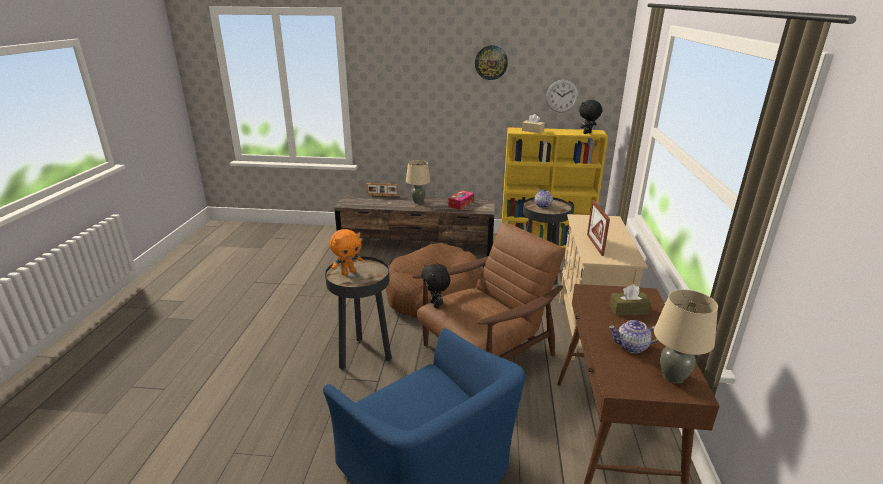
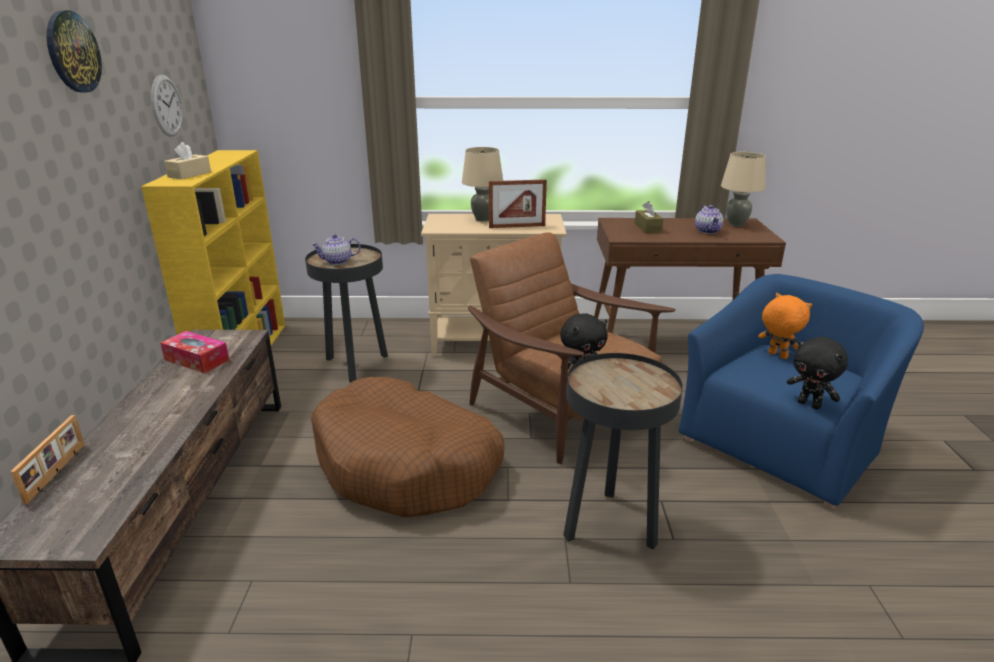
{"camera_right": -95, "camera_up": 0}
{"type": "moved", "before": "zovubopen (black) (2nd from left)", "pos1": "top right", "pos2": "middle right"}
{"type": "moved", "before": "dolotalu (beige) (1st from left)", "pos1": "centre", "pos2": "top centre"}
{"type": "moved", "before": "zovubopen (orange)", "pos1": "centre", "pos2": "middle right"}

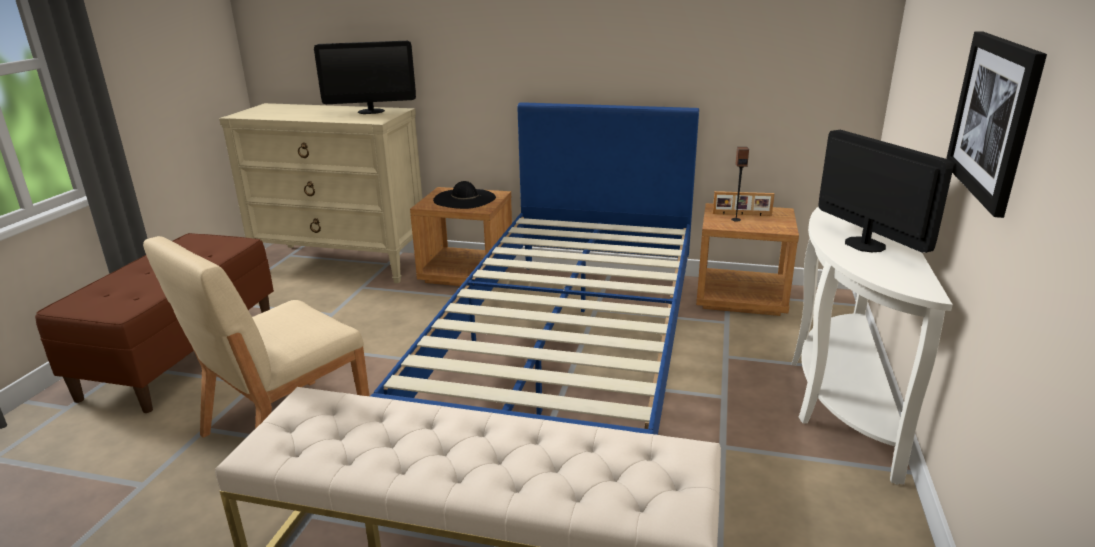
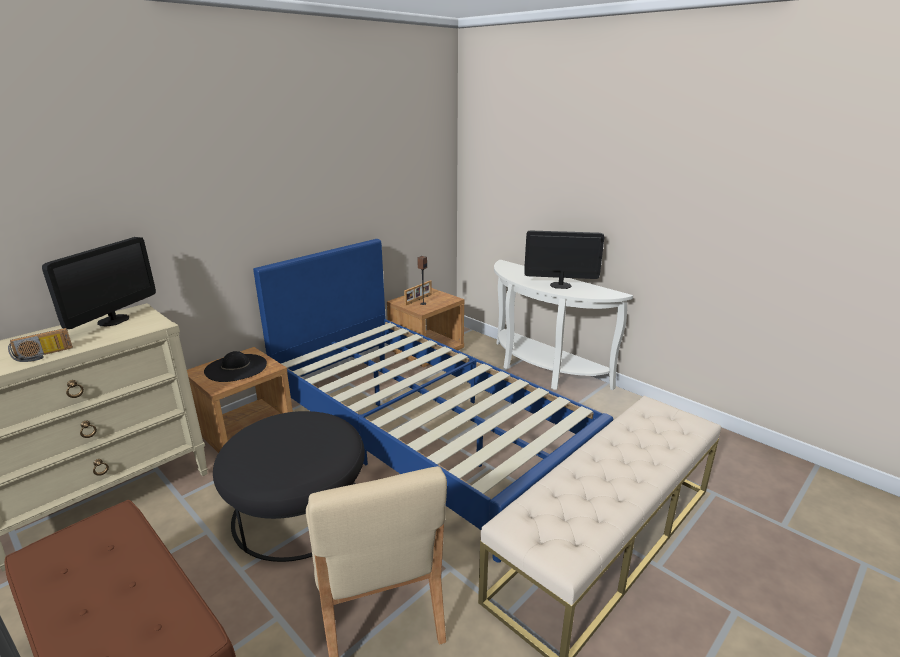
{"camera_right": -60, "camera_up": 0}
{"type": "removed", "before": "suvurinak", "pos1": "top right"}
{"type": "added", "after": "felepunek", "pos2": "middle left"}
{"type": "added", "after": "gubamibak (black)", "pos2": "bottom left"}

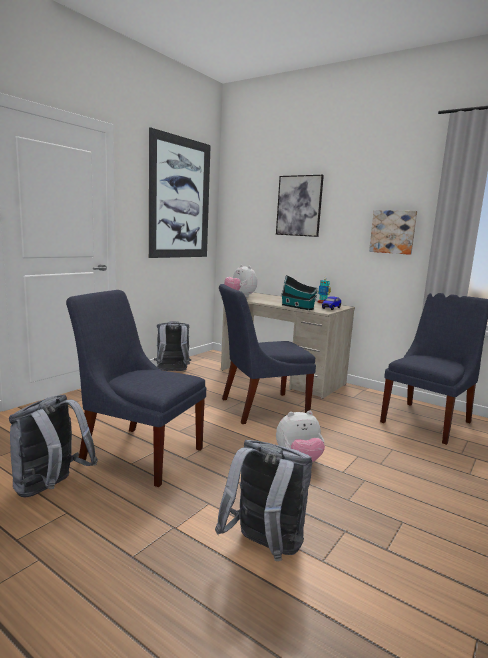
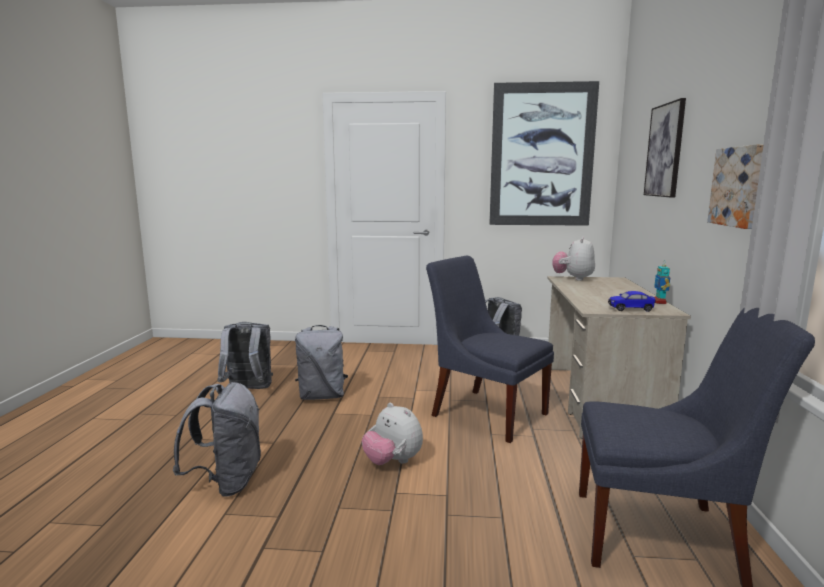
{"camera_right": 60, "camera_up": 0}
{"type": "removed", "before": "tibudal", "pos1": "centre"}
{"type": "replaced", "before": "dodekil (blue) (1st from left)", "after": "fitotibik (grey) (3rd from left)", "pos1": "middle left", "pos2": "centre"}

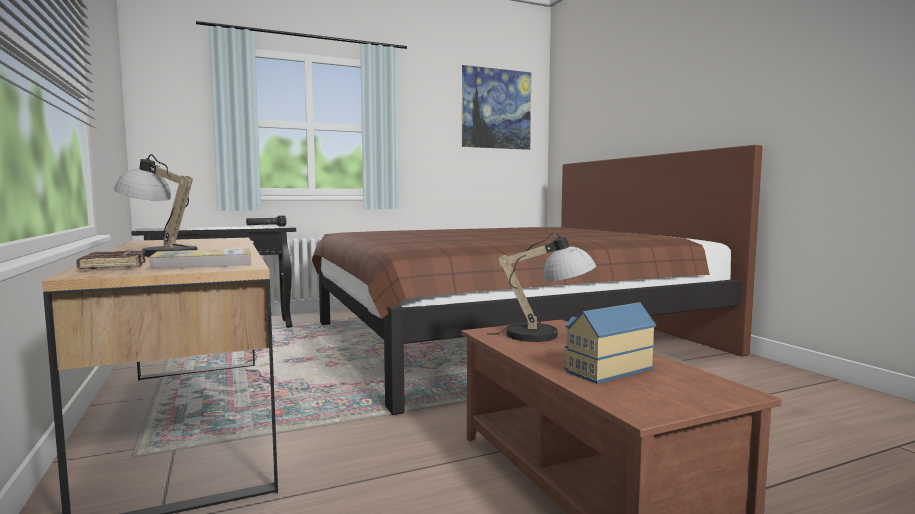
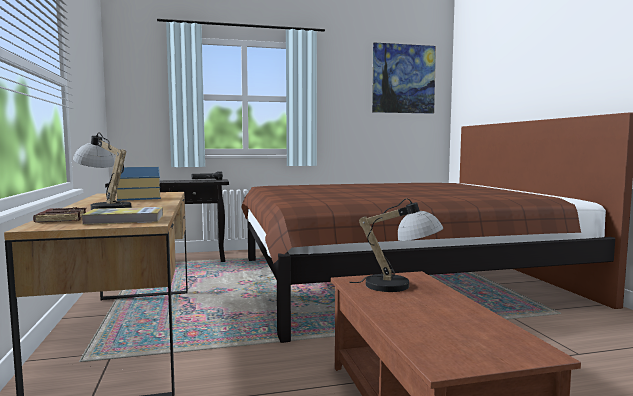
{"camera_right": 10, "camera_up": 0}
{"type": "moved", "before": "tibudal", "pos1": "bottom right", "pos2": "middle left"}

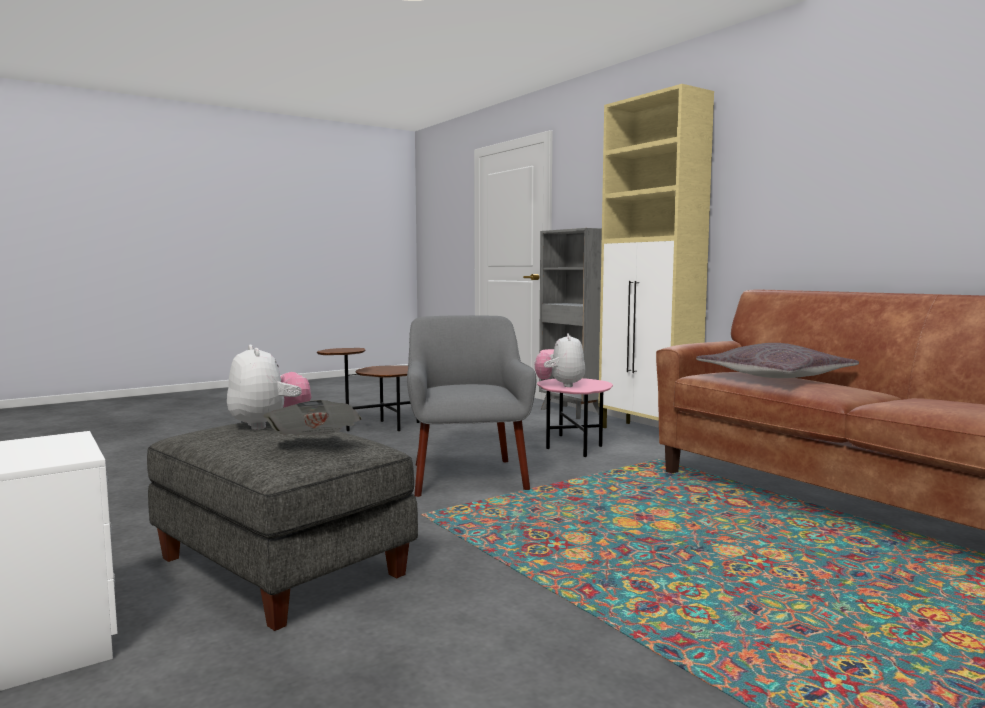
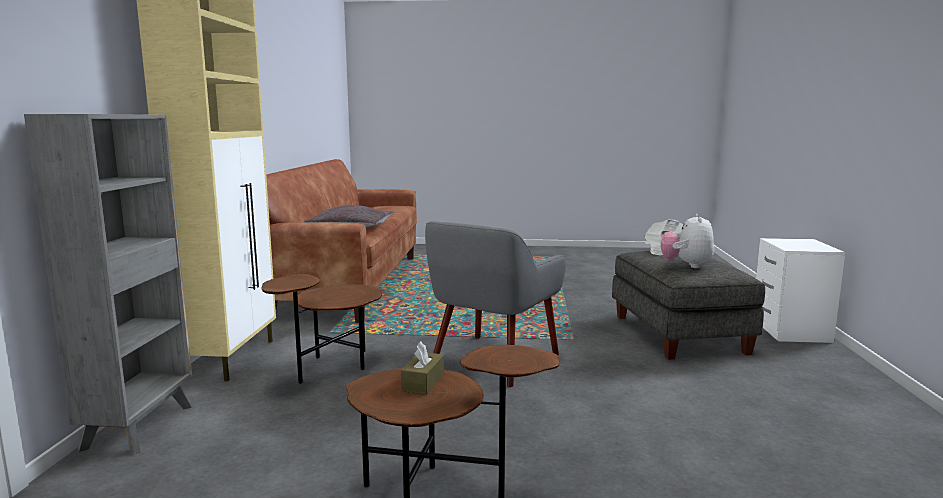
{"camera_right": -140, "camera_up": 5}
{"type": "removed", "before": "zovubopen (2nd from left)", "pos1": "centre"}
{"type": "recoloured", "before": "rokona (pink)", "after": "rokona (brown) (1st from left)", "pos1": "centre", "pos2": "centre"}
{"type": "added", "after": "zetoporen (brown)", "pos2": "bottom centre"}

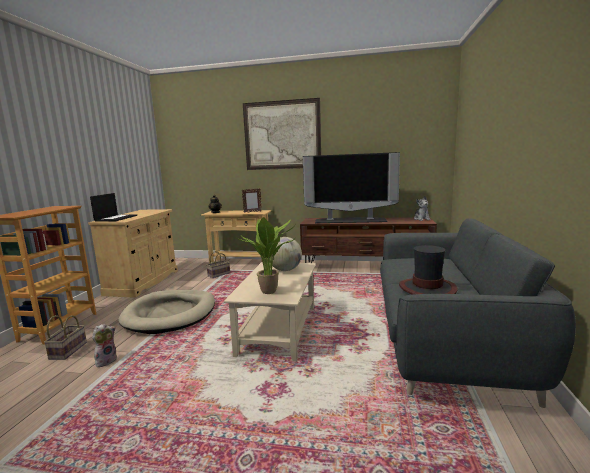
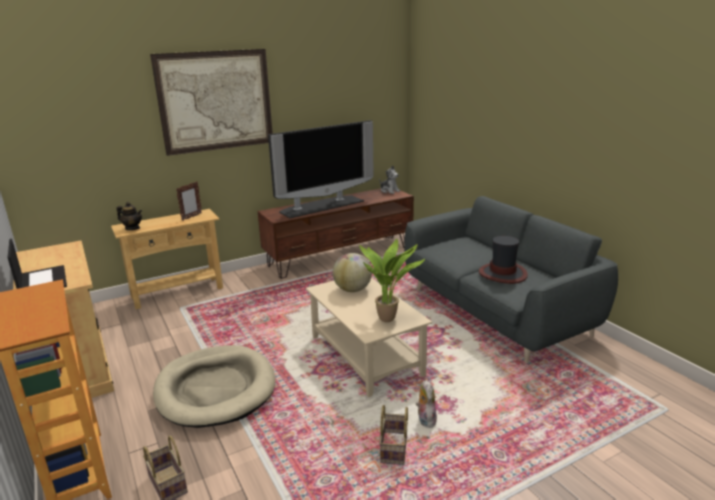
{"camera_right": -40, "camera_up": 10}
{"type": "moved", "before": "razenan (2nd from left)", "pos1": "centre", "pos2": "bottom centre"}
{"type": "moved", "before": "zovubopen (1st from left in the first image)", "after": "zovubopen (2nd from left)", "pos1": "bottom left", "pos2": "bottom centre"}

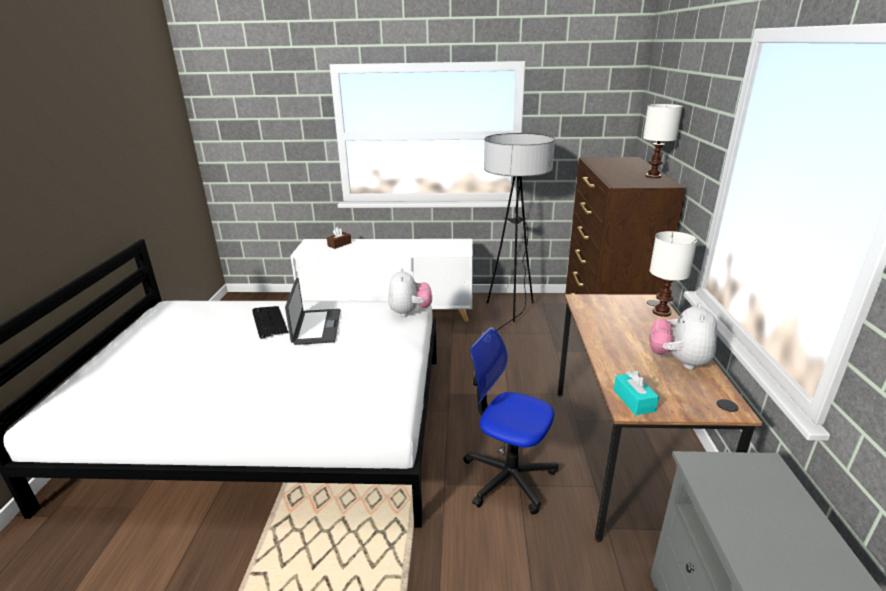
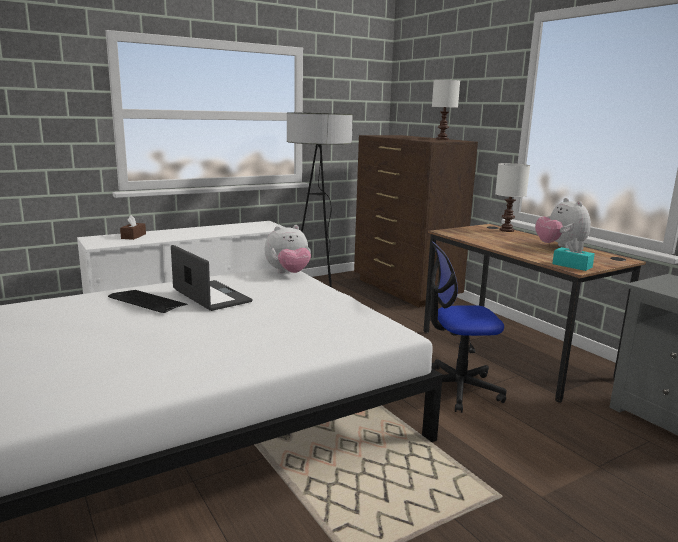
{"camera_right": -35, "camera_up": -10}
{"type": "turned", "before": "zovubopen (1st from left)", "pos1": "centre", "pos2": "centre", "turn": 105}

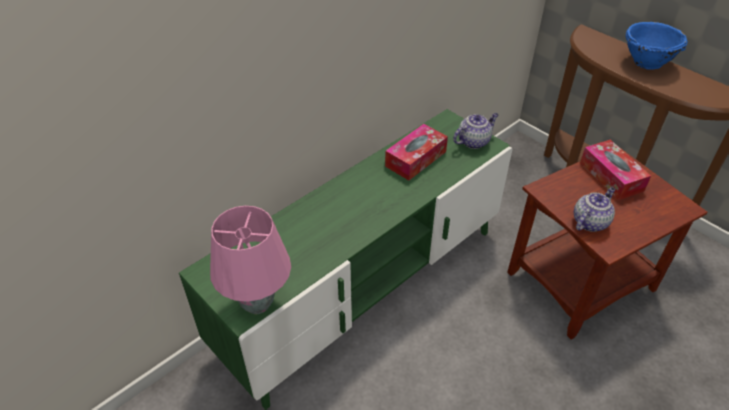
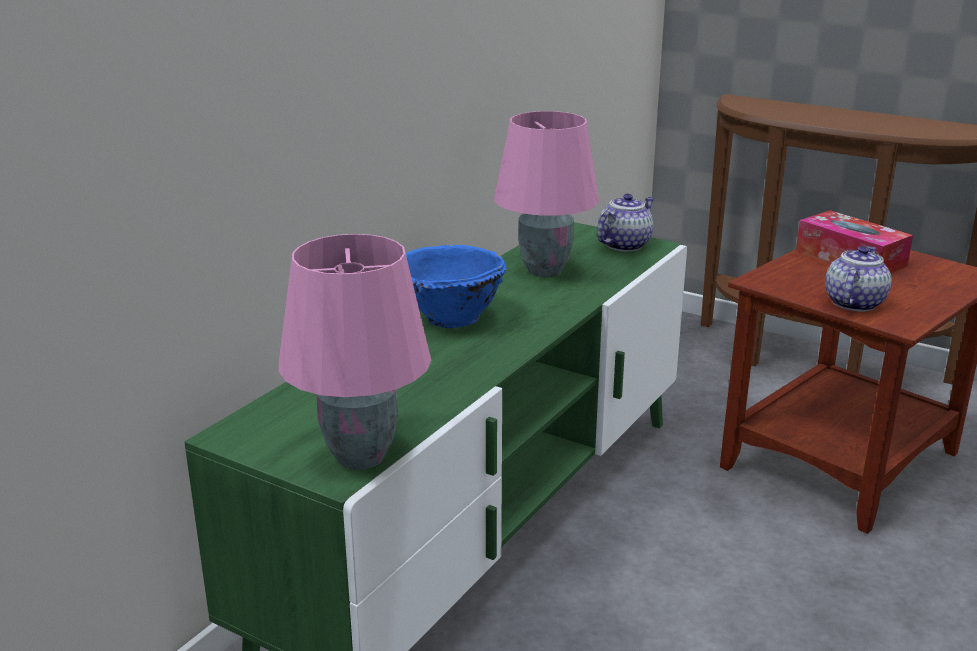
{"camera_right": -15, "camera_up": -20}
{"type": "moved", "before": "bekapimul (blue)", "pos1": "top right", "pos2": "centre"}
{"type": "replaced", "before": "zetoporen (1st from left)", "after": "dolotalu (pink) (2nd from left)", "pos1": "centre", "pos2": "top centre"}

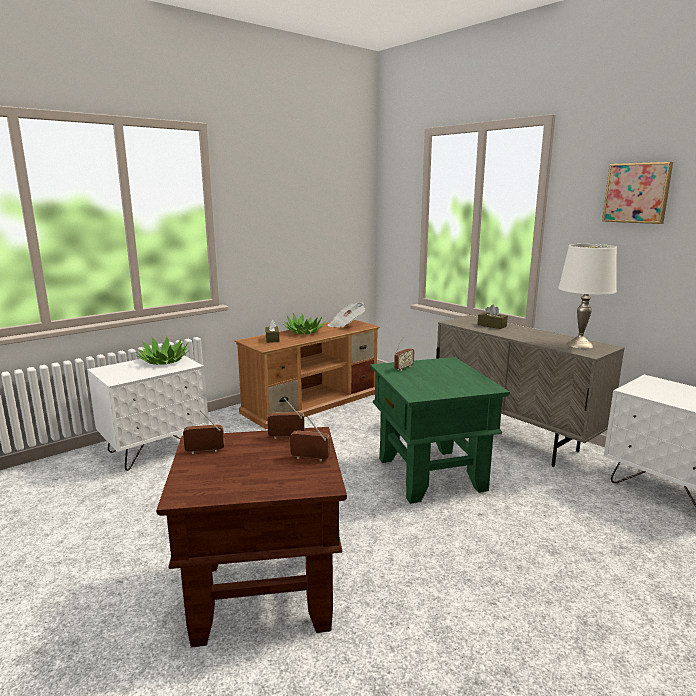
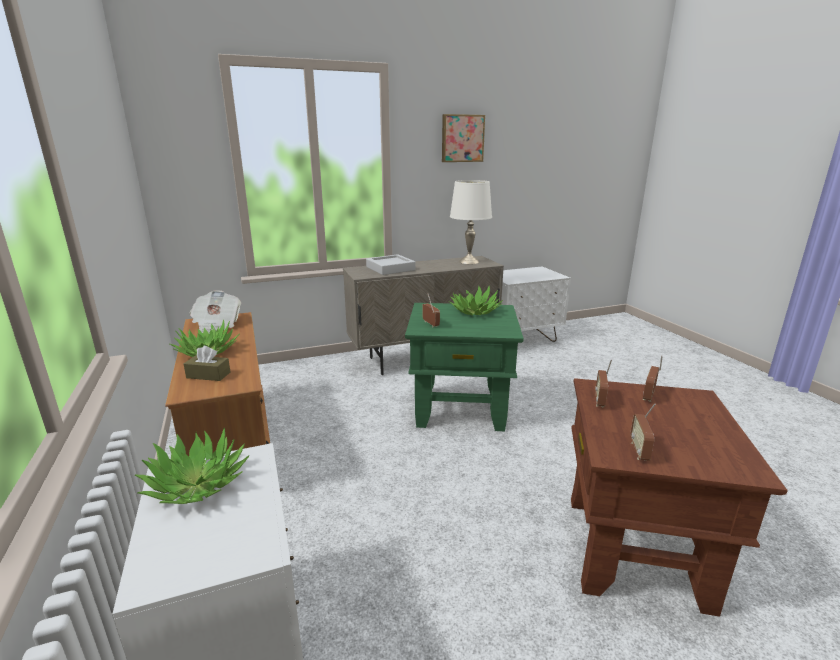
{"camera_right": -70, "camera_up": 5}
{"type": "replaced", "before": "zetoporen (brown) (2nd from left)", "after": "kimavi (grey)", "pos1": "middle right", "pos2": "centre"}
{"type": "added", "after": "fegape (3rd from left)", "pos2": "centre"}

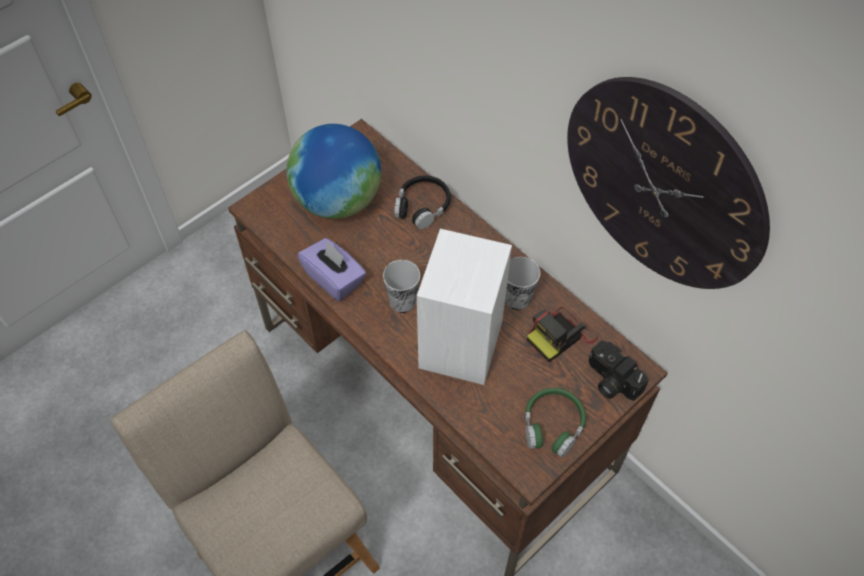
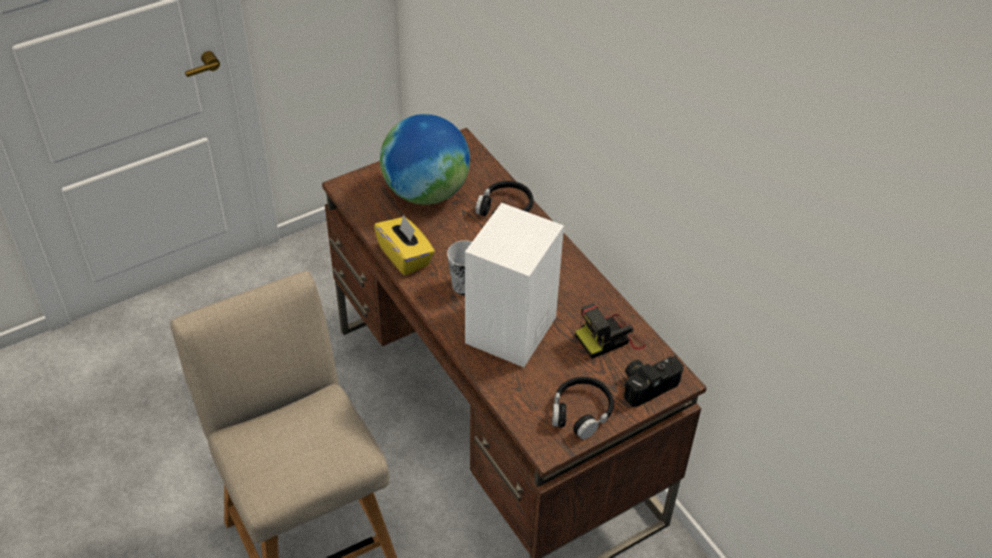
{"camera_right": 10, "camera_up": -10}
{"type": "removed", "before": "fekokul", "pos1": "top right"}
{"type": "recoloured", "before": "zetoporen (purple)", "after": "zetoporen (yellow)", "pos1": "centre", "pos2": "centre"}
{"type": "removed", "before": "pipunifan (2nd from left)", "pos1": "centre"}
{"type": "turned", "before": "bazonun (2nd from left)", "pos1": "middle right", "pos2": "bottom centre", "turn": 90}
{"type": "recoloured", "before": "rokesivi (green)", "after": "rokesivi (black) (2nd from left)", "pos1": "bottom centre", "pos2": "bottom centre"}

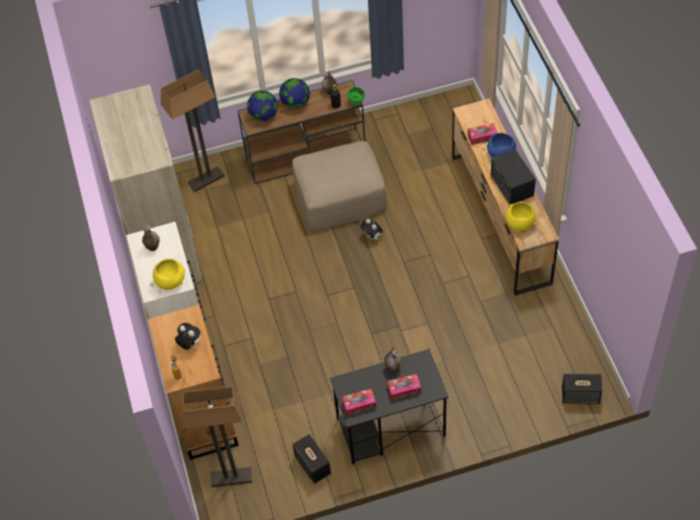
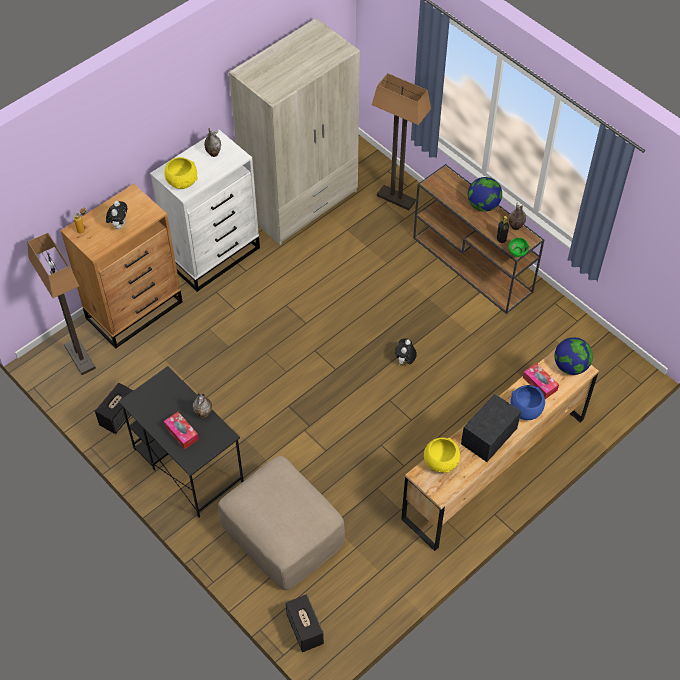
{"camera_right": 60, "camera_up": 0}
{"type": "moved", "before": "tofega (1st from left in the first image)", "after": "tofega (2nd from left)", "pos1": "top centre", "pos2": "middle right"}
{"type": "moved", "before": "gubamibak (beige)", "pos1": "centre", "pos2": "bottom centre"}
{"type": "removed", "before": "zetoporen (1st from left)", "pos1": "bottom centre"}

